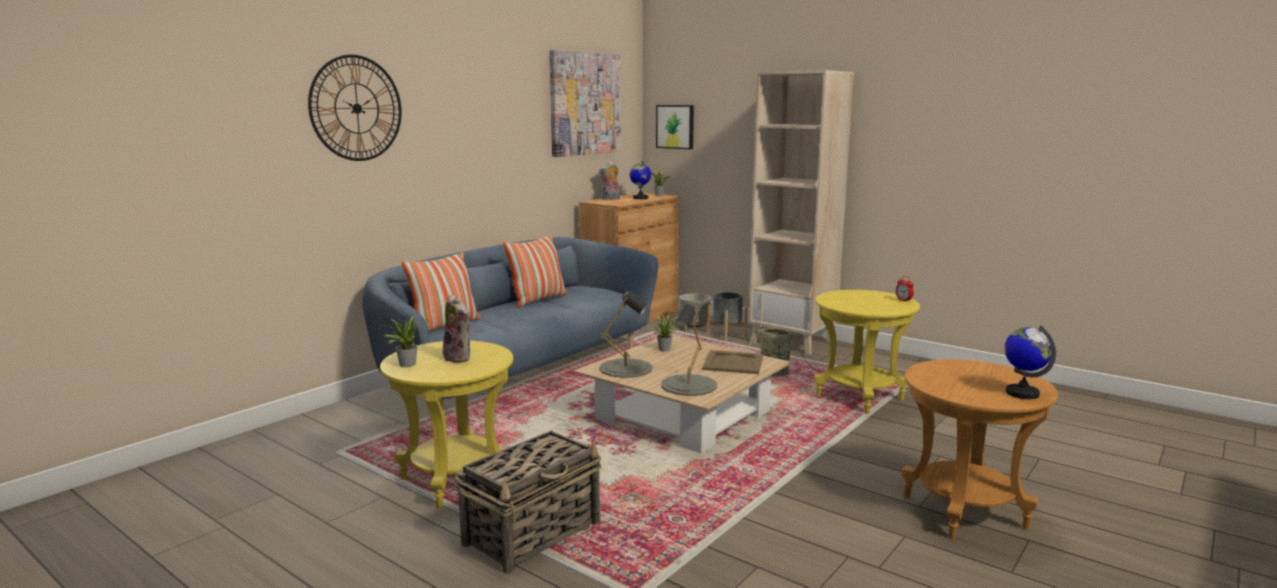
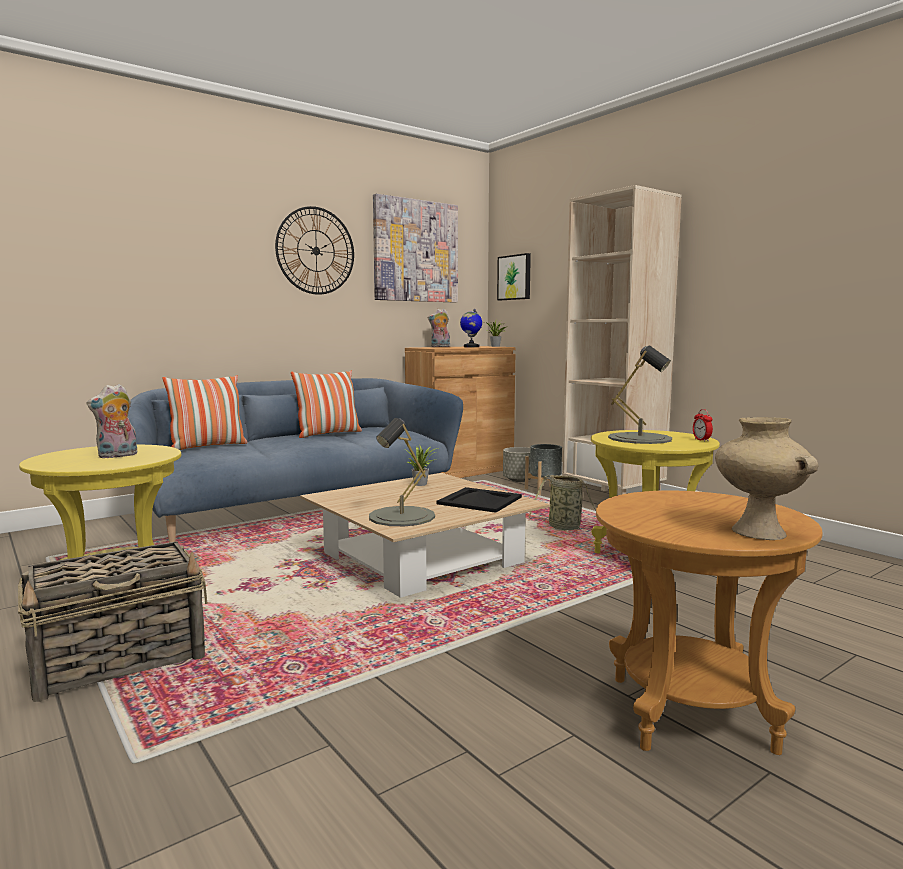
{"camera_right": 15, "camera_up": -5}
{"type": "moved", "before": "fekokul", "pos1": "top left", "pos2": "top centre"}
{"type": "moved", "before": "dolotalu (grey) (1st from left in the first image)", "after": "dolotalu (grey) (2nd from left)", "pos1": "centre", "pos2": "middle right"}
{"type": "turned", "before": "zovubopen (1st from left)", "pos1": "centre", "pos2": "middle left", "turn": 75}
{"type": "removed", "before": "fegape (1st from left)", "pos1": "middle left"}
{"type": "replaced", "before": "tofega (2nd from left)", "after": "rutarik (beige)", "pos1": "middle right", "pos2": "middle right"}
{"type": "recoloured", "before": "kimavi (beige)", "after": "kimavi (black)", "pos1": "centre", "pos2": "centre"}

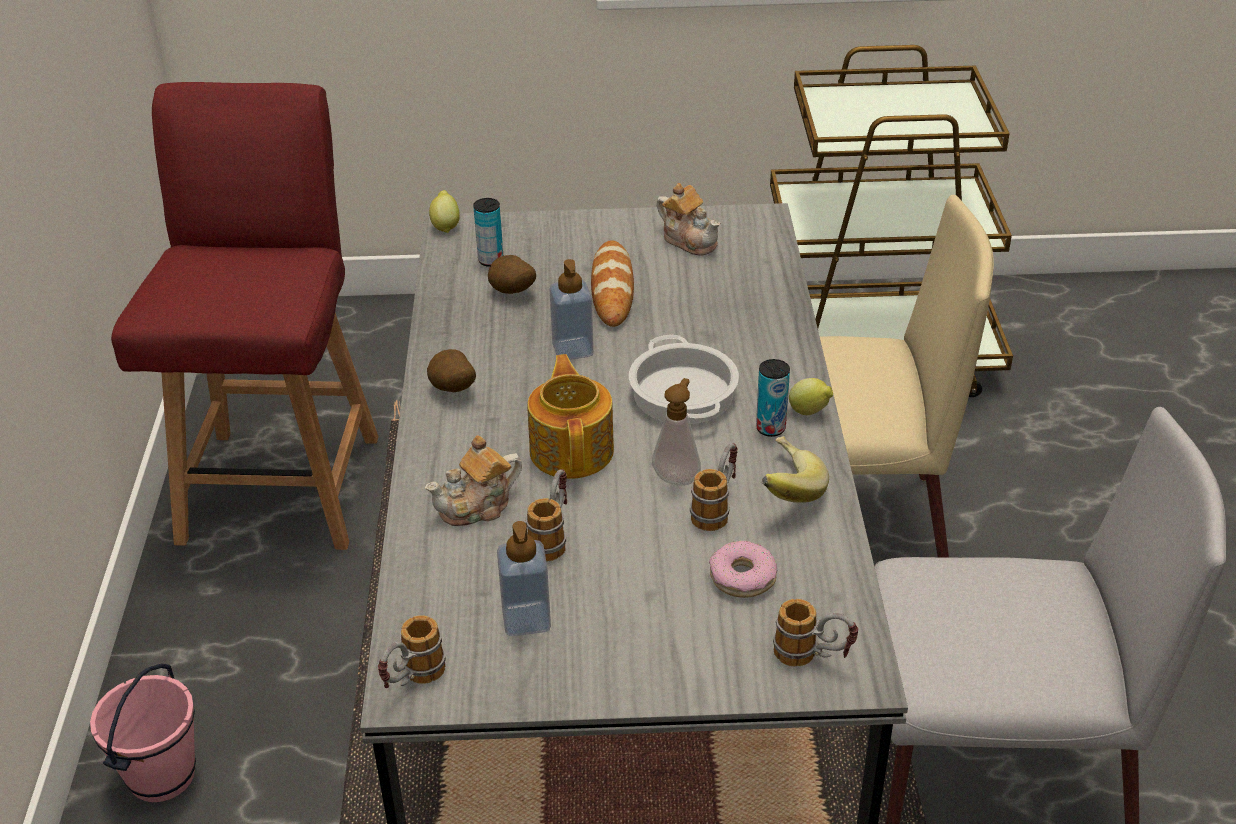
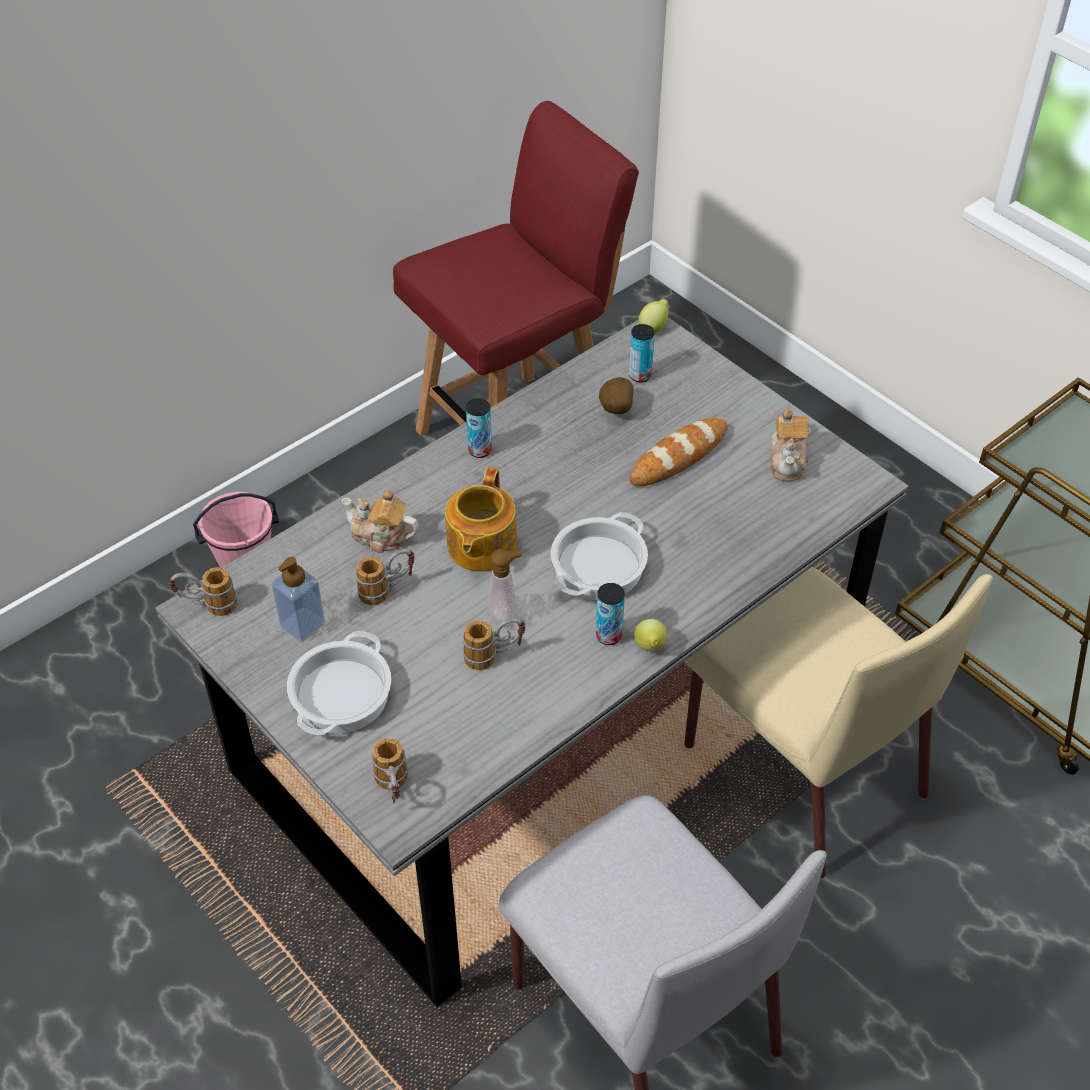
{"camera_right": 50, "camera_up": 10}
{"type": "removed", "before": "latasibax (2nd from left)", "pos1": "centre"}
{"type": "replaced", "before": "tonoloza (1st from left)", "after": "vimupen (1st from left)", "pos1": "centre", "pos2": "centre"}
{"type": "turned", "before": "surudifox (2nd from left)", "pos1": "centre", "pos2": "centre", "turn": 150}
{"type": "removed", "before": "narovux", "pos1": "centre"}
{"type": "removed", "before": "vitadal", "pos1": "bottom centre"}
{"type": "added", "after": "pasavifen (1st from left)", "pos2": "middle left"}

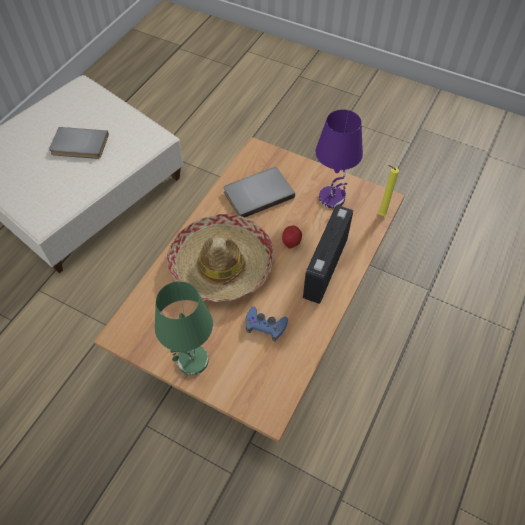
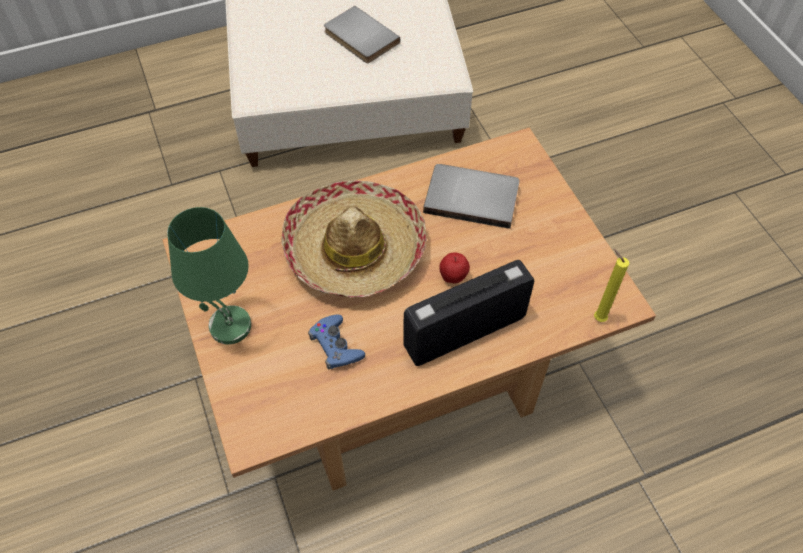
{"camera_right": 40, "camera_up": 0}
{"type": "removed", "before": "dolotalu (purple)", "pos1": "top centre"}

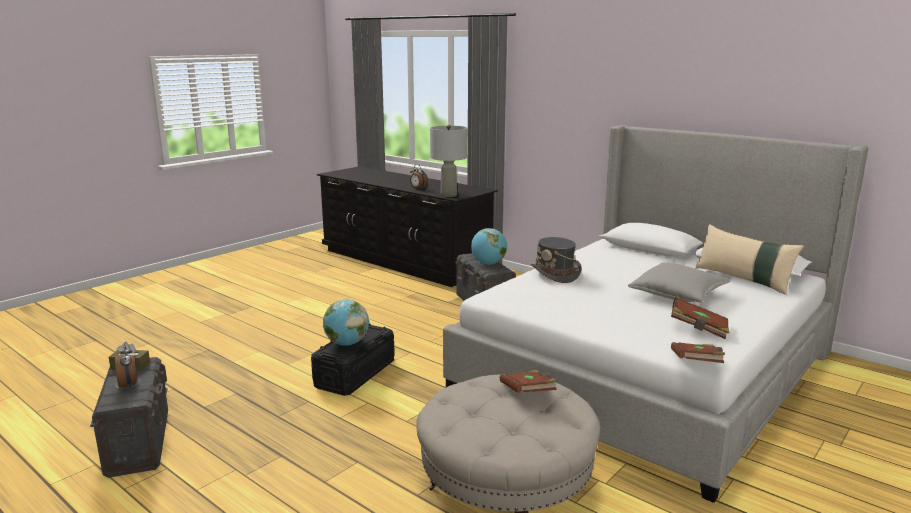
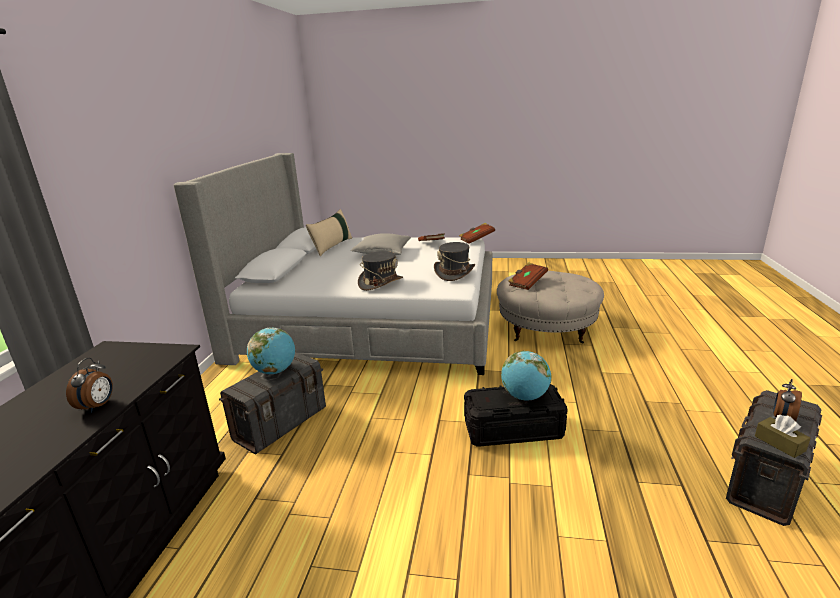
{"camera_right": -120, "camera_up": 5}
{"type": "removed", "before": "dolotalu (grey)", "pos1": "top centre"}
{"type": "added", "after": "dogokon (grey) (2nd from left)", "pos2": "centre"}

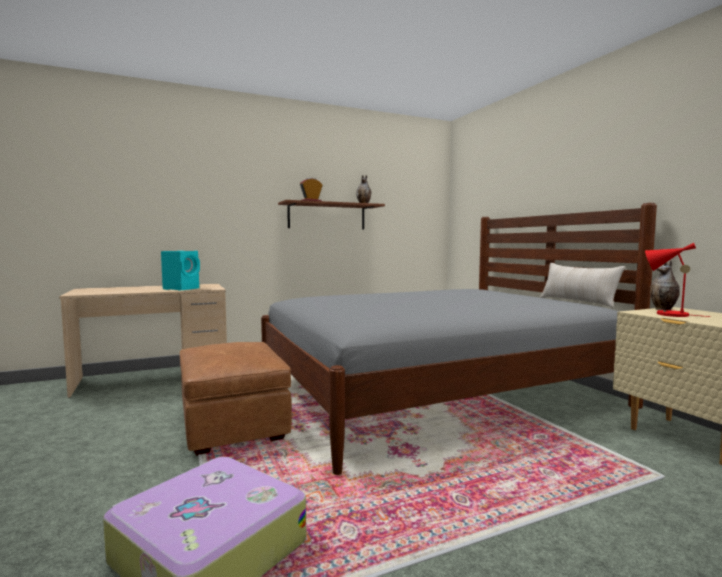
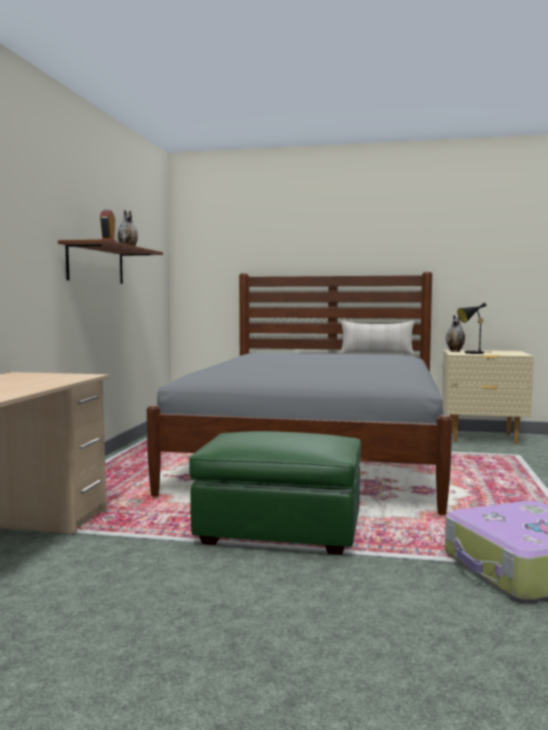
{"camera_right": -55, "camera_up": 0}
{"type": "recoloured", "before": "dolotalu (red)", "after": "dolotalu (black)", "pos1": "middle right", "pos2": "middle right"}
{"type": "removed", "before": "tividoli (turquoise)", "pos1": "middle left"}
{"type": "recoloured", "before": "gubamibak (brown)", "after": "gubamibak (green)", "pos1": "bottom left", "pos2": "bottom centre"}

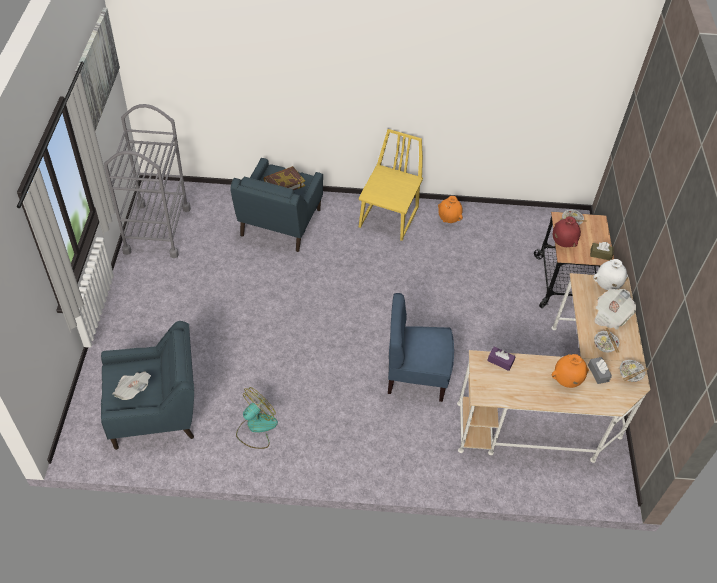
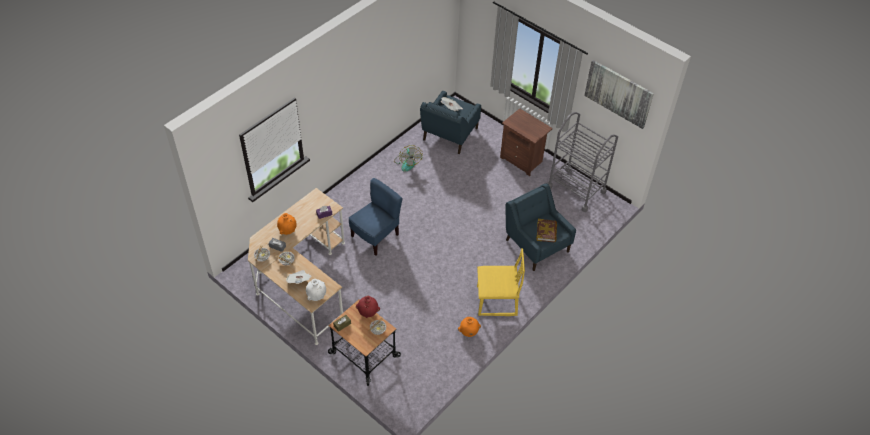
{"camera_right": 130, "camera_up": 0}
{"type": "turned", "before": "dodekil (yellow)", "pos1": "top centre", "pos2": "centre", "turn": -60}
{"type": "added", "after": "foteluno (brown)", "pos2": "top centre"}

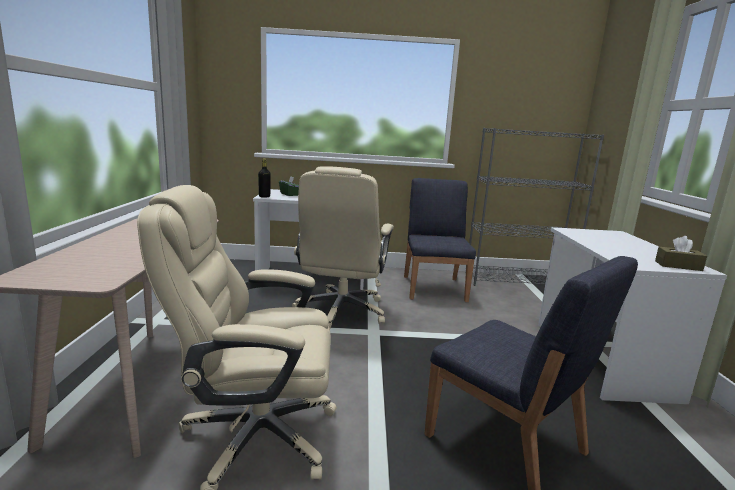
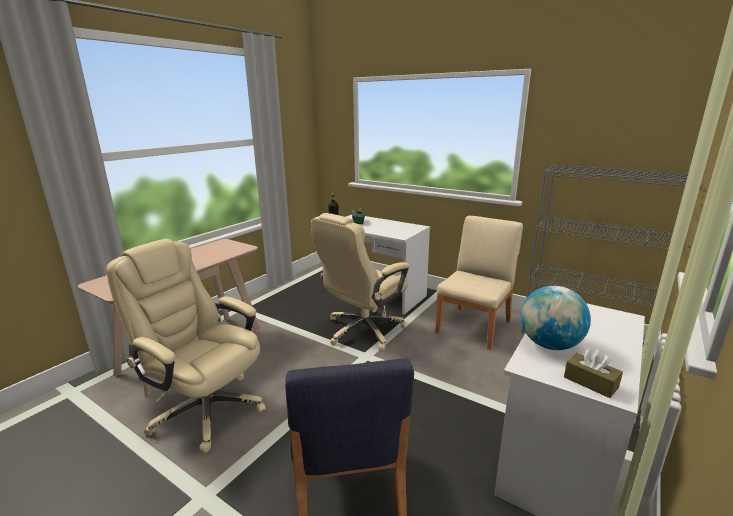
{"camera_right": 35, "camera_up": 5}
{"type": "recoloured", "before": "dodekil (blue) (1st from left)", "after": "dodekil (beige)", "pos1": "centre", "pos2": "centre"}
{"type": "added", "after": "tofega", "pos2": "middle right"}

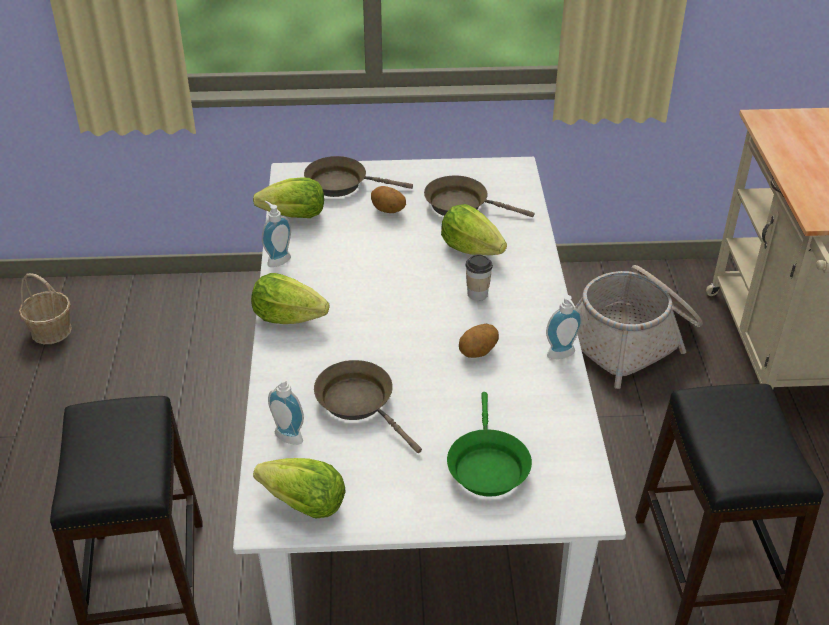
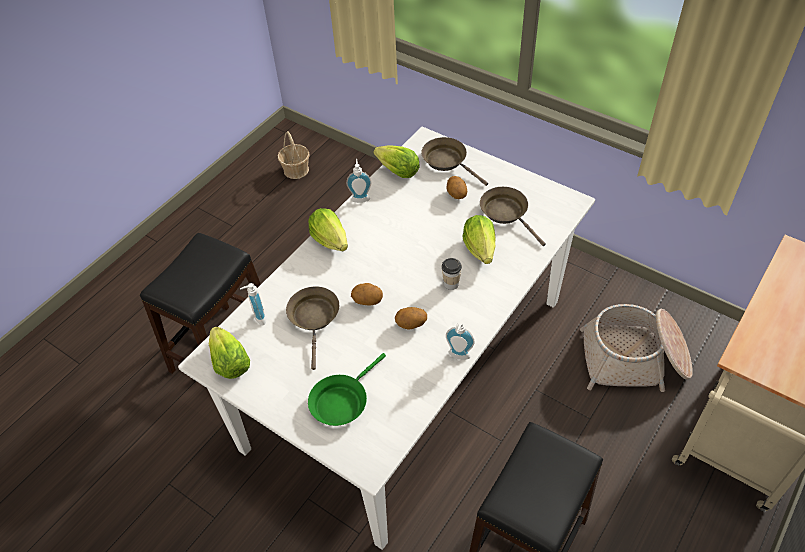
{"camera_right": 40, "camera_up": 10}
{"type": "added", "after": "tonoloza (1st from left)", "pos2": "centre"}

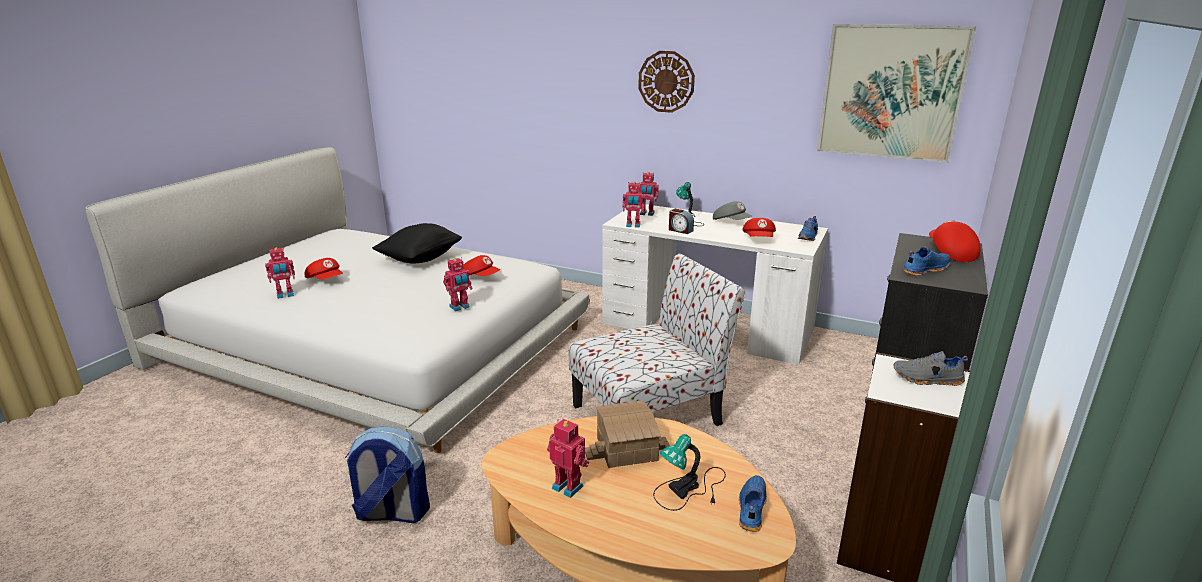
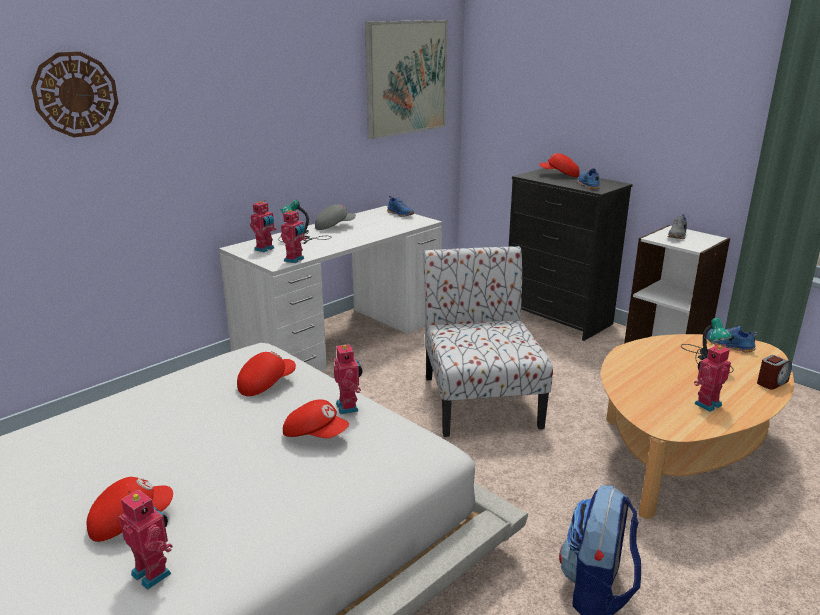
{"camera_right": -70, "camera_up": 0}
{"type": "moved", "before": "fekokul", "pos1": "top centre", "pos2": "top left"}
{"type": "moved", "before": "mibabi", "pos1": "centre", "pos2": "middle right"}
{"type": "moved", "before": "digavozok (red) (3rd from left)", "pos1": "centre", "pos2": "bottom centre"}
{"type": "removed", "before": "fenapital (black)", "pos1": "centre"}
{"type": "turned", "before": "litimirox (1st from left)", "pos1": "middle left", "pos2": "bottom left", "turn": -45}
{"type": "removed", "before": "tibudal", "pos1": "bottom centre"}

